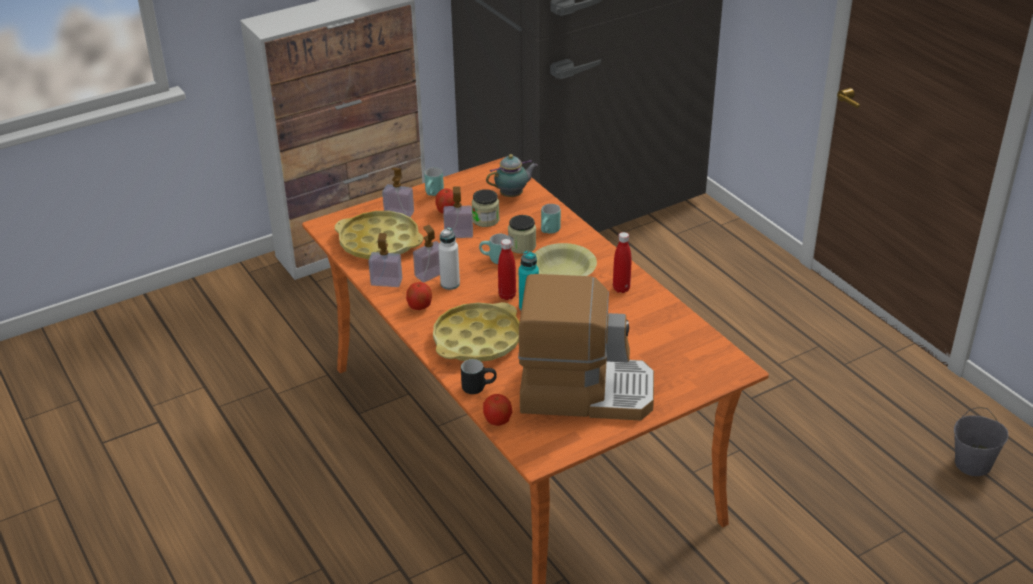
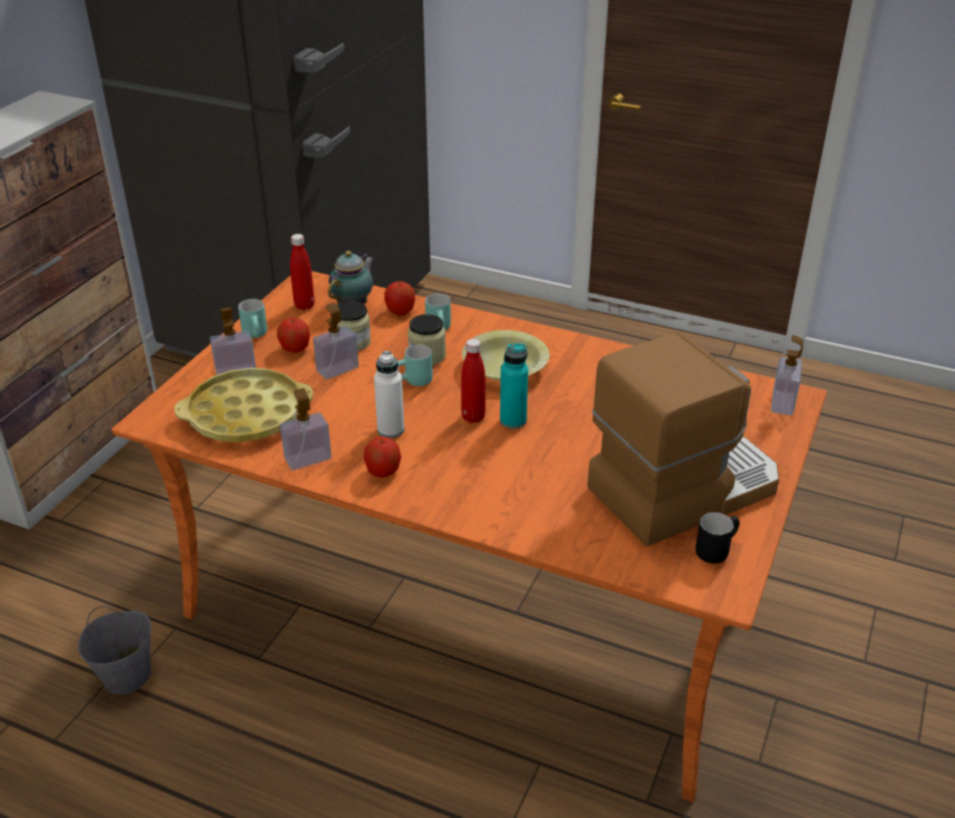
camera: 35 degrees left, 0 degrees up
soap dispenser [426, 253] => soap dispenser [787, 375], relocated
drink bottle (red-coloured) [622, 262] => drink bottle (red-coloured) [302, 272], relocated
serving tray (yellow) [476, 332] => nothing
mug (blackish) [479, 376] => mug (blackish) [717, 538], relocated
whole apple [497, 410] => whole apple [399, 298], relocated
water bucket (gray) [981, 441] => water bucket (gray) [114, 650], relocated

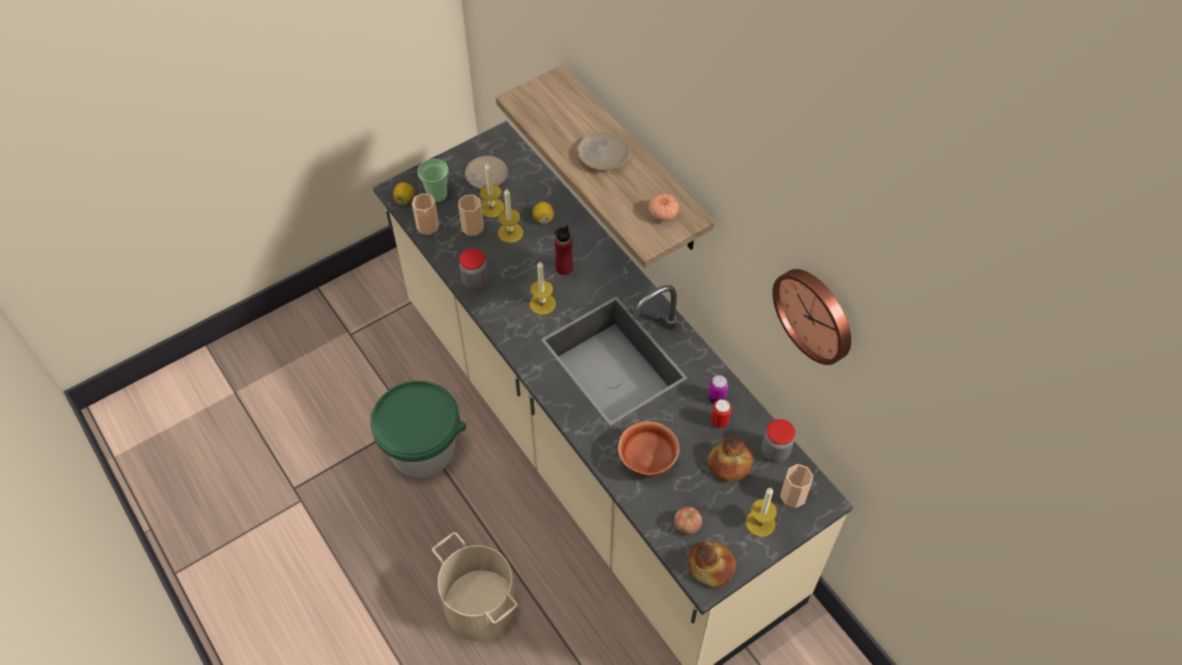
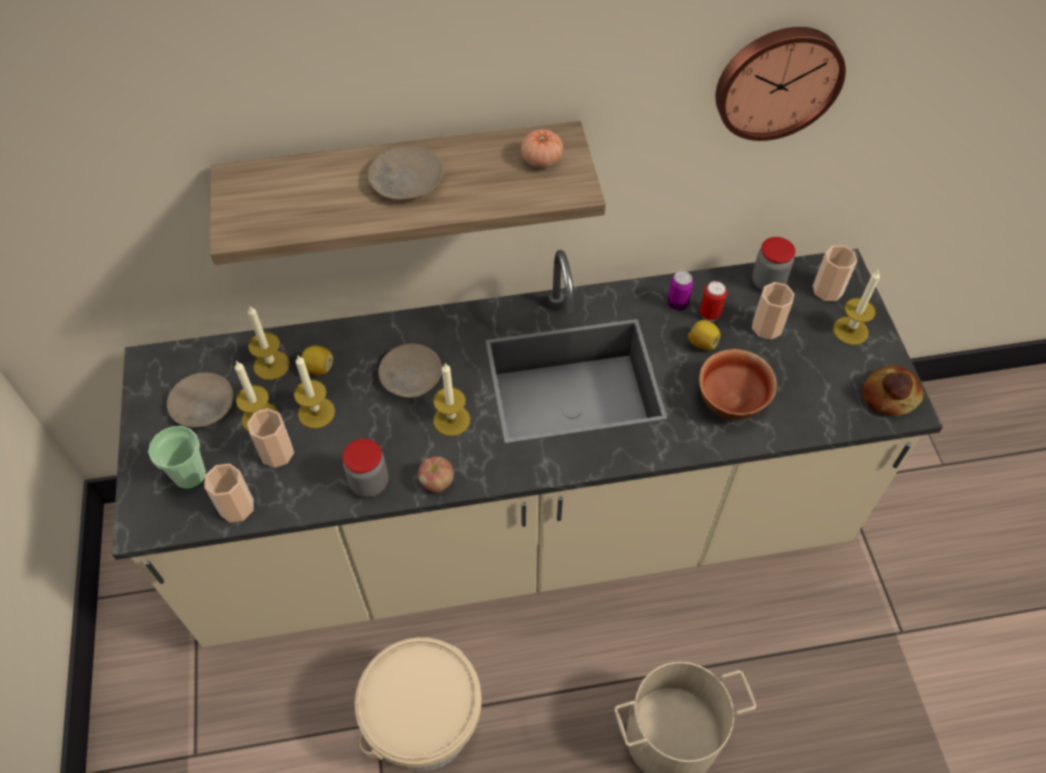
camera: 65 degrees left, 0 degrees up
citrus fruit [403, 193] => citrus fruit [704, 335], relocated
drink bottle (red-coloured) [563, 250] => plate (beige-coloured) [410, 371]
water bucket (green-coloured) [418, 429] => water bucket (beige-coloured) [418, 704]
bakery bread [730, 459] => cup [773, 311]
whole apple [688, 521] => whole apple [436, 474], relocated
nothing => candle [269, 342]

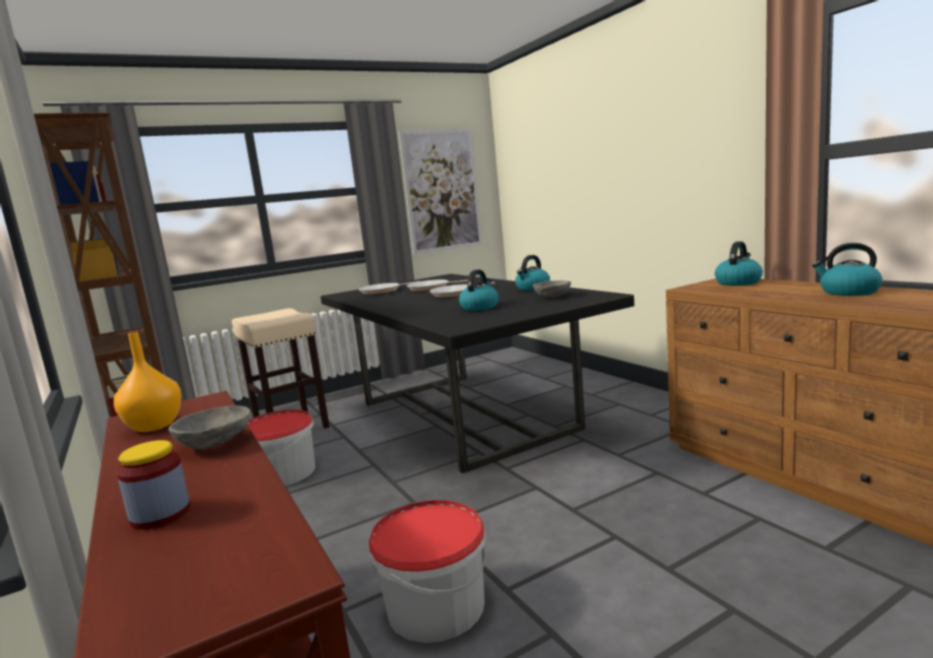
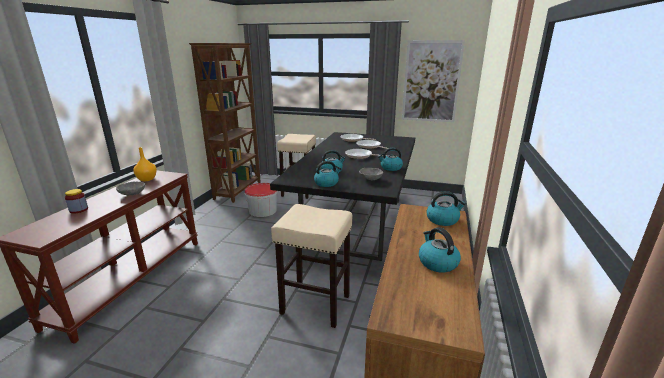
camera: 45 degrees right, 10 degrees up
water bucket [427, 571] => nothing
nothing => kettle [327, 174]
nothing => sitting stool (beige-coloured) [311, 266]

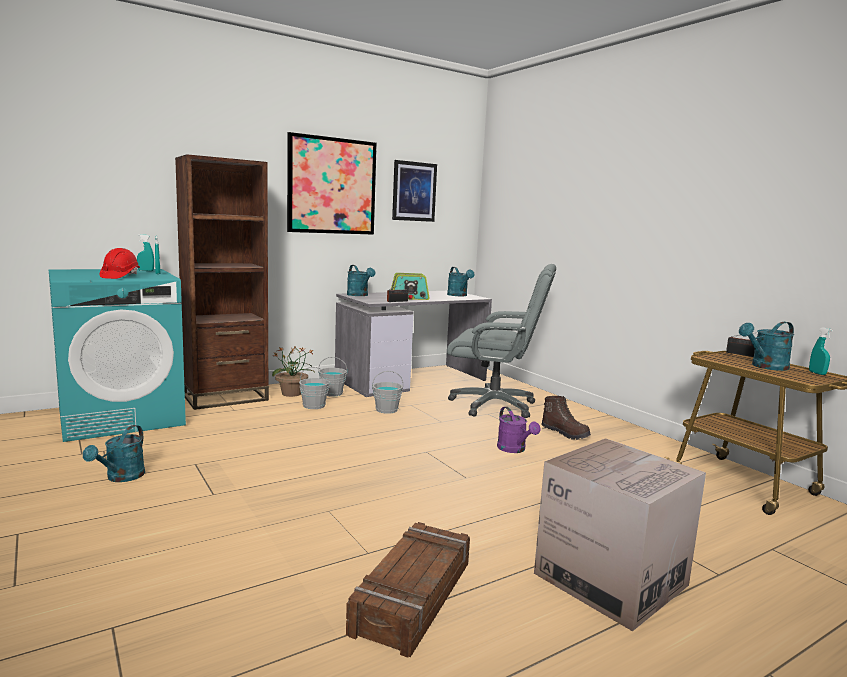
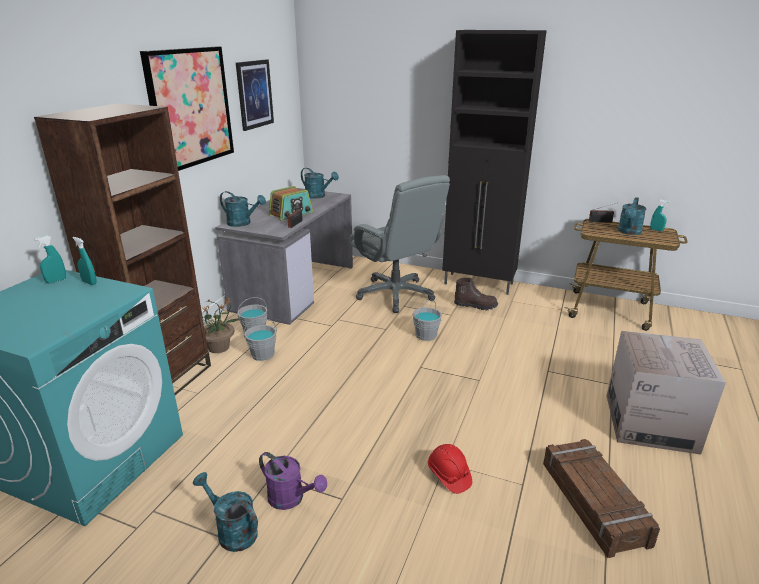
camera: 35 degrees left, 15 degrees up
hard hat (red-coloured) [120, 263] => hard hat (red-coloured) [450, 469], relocated
office chair (gray) [501, 341] => office chair (gray) [399, 244], 75 degrees clockwise
water bucket (gray) [387, 392] => water bucket (gray) [427, 320], relocated
watering pot (purplish) [518, 430] => watering pot (purplish) [293, 481], relocated
watering pot (turquoise-coloured) [114, 453] => watering pot (turquoise-coloured) [225, 512], 150 degrees clockwise
nothing => cupboard (blackish) [494, 162]

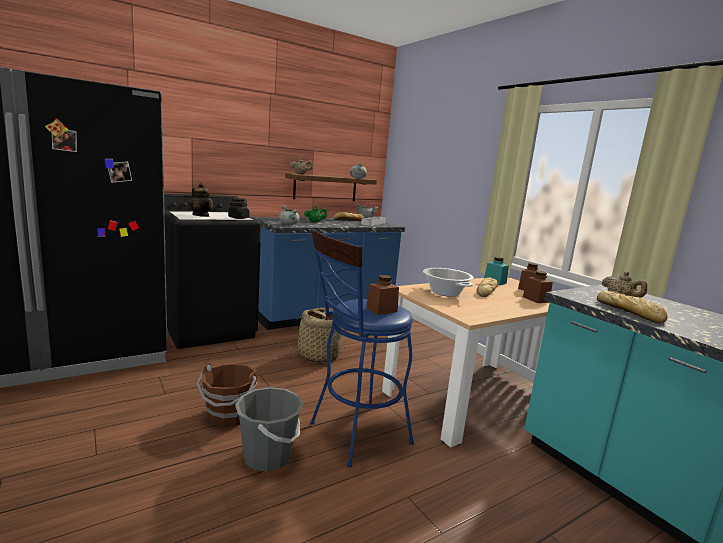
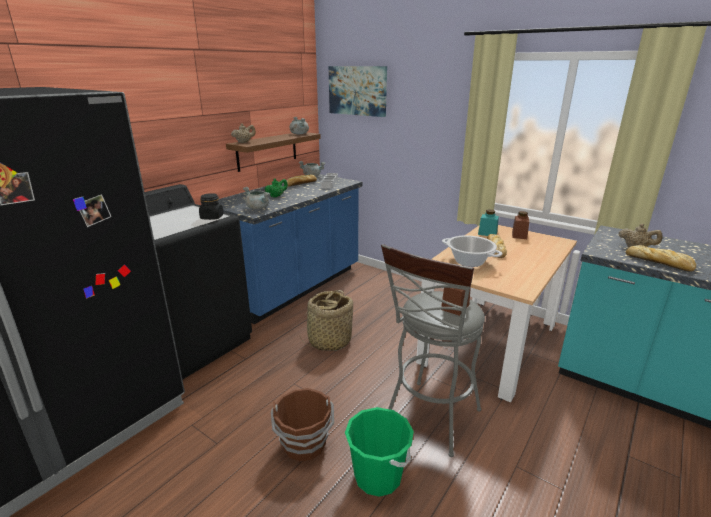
camera: 20 degrees left, 10 degrees up
teapot [201, 200] => nothing
sitting stool (blue) [362, 348] => sitting stool (gray) [433, 350]
storage jar (brown-coloured) [538, 287] => nothing
water bucket (gray) [269, 429] => water bucket (green-coloured) [379, 452]
nothing => wall picture [358, 91]

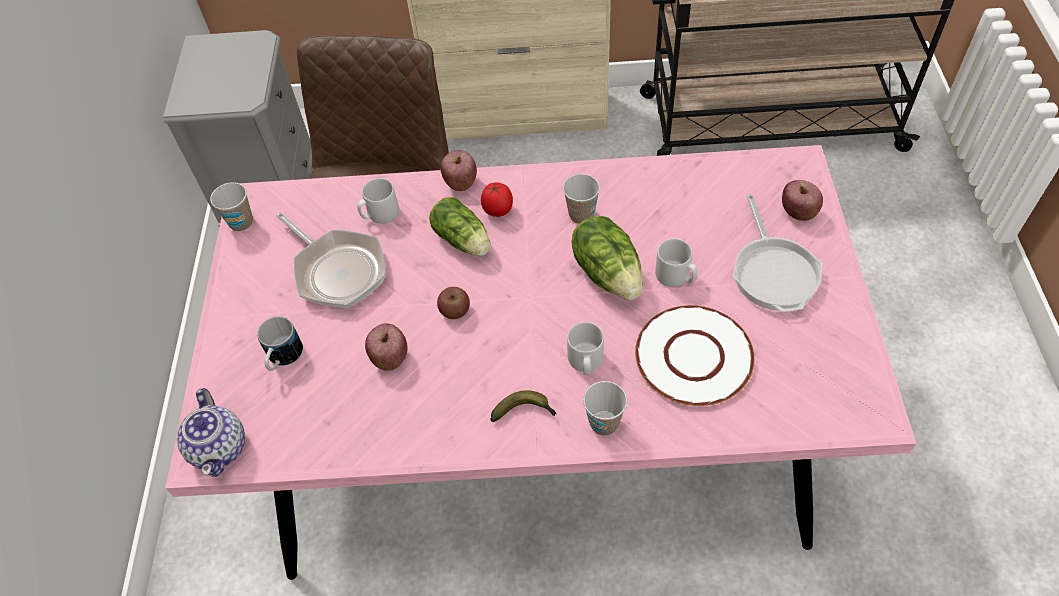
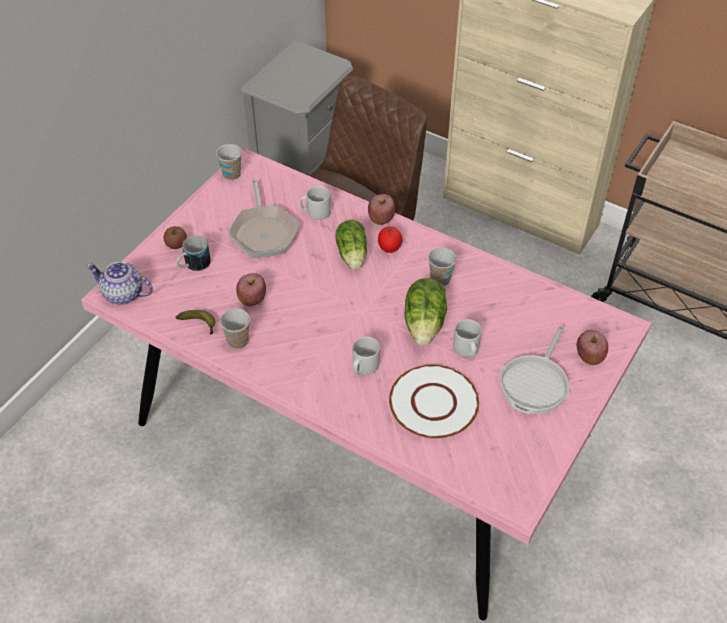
camera: 30 degrees right, 5 degrees down
whole apple [453, 303] => whole apple [175, 237], relocated
cup [605, 408] => cup [235, 329], relocated
teapot [211, 432] => teapot [119, 283], 90 degrees clockwise
banana fruit [523, 406] => banana fruit [195, 322], relocated

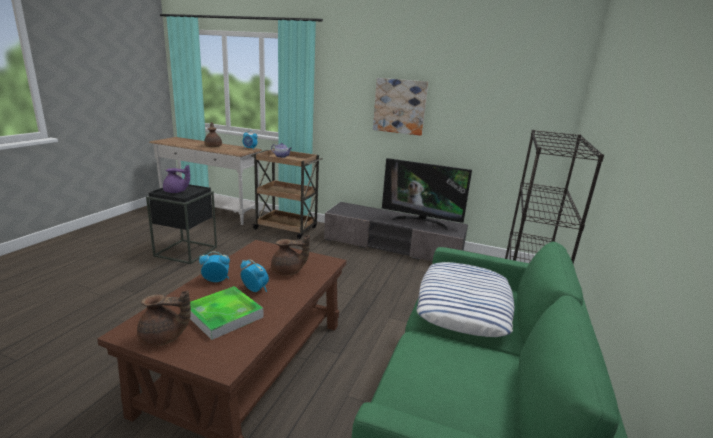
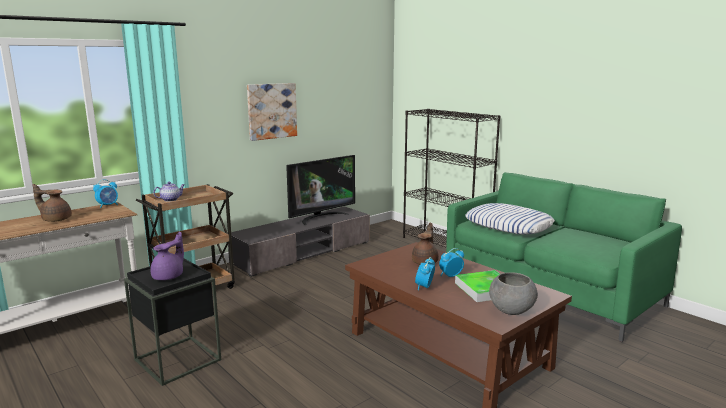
camera: 60 degrees left, 5 degrees down
teapot (brown-coloured) [164, 318] => serving bowl (gray) [513, 293]

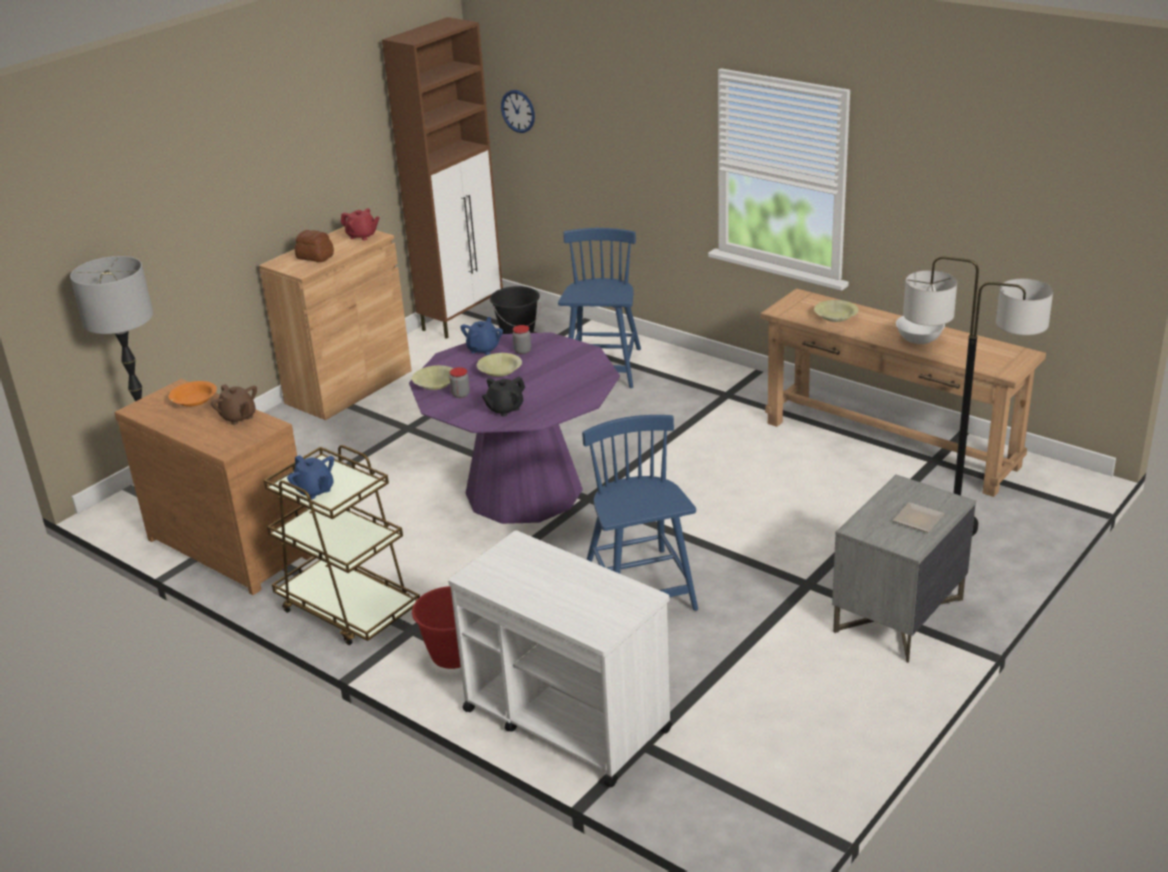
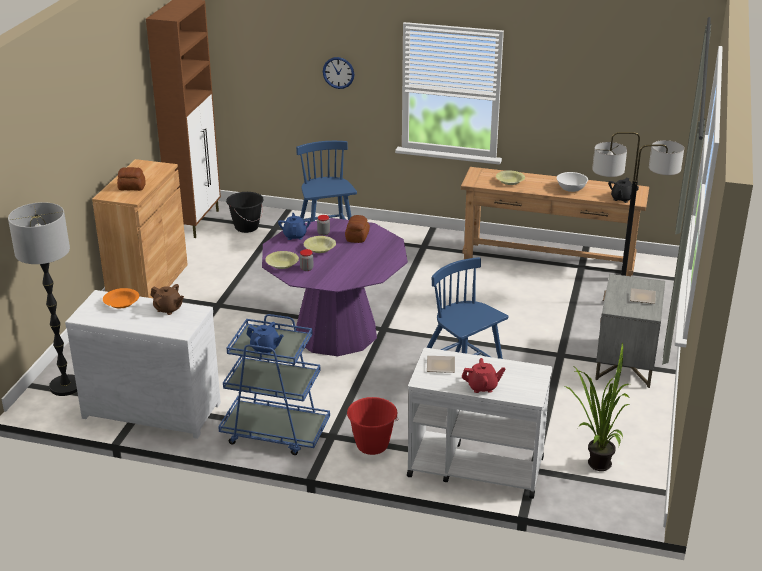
camera: 25 degrees left, 0 degrees up
clock on the wall [518, 111] => clock on the wall [339, 73], relocated
teapot (red-coloured) [360, 224] => teapot (red-coloured) [483, 375], relocated
teapot (blackish) [503, 397] => teapot (blackish) [623, 190], relocated
dresser (brown-coloured) [213, 487] => dresser (whitish) [143, 364]
wheeled cart (brown-coloured) [342, 545] => wheeled cart (blue) [274, 384]
nothing => bakery bread [357, 229]
nothing => houseplant [597, 407]
nothing => plate [441, 364]

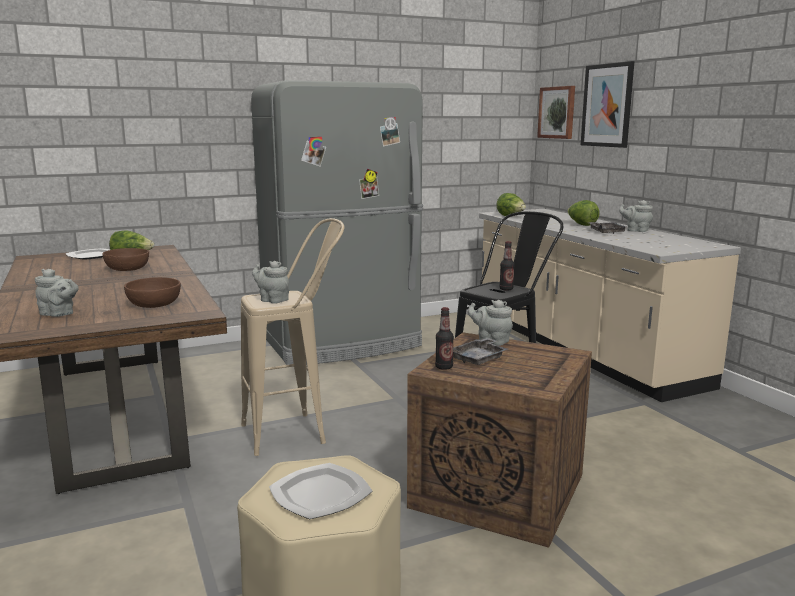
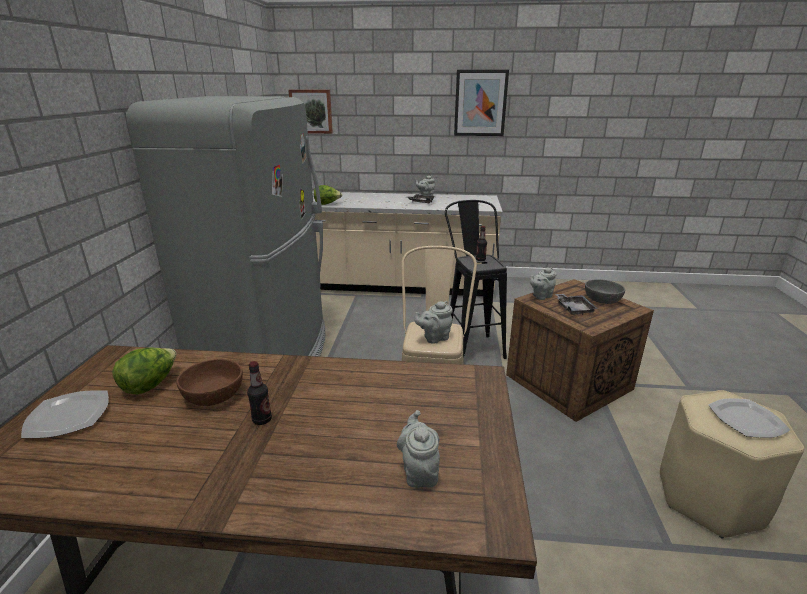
camera: 60 degrees left, 10 degrees up
wall picture [607, 104] => wall picture [481, 102], relocated
head of lettuce [583, 213] => nothing
teapot (gray) [57, 293] => teapot (gray) [418, 449], 60 degrees counterclockwise
serving bowl (brown-coloured) [152, 292] => nothing
drink bottle [444, 338] => drink bottle [259, 393], relocated
nothing => serving bowl (gray) [605, 291]

